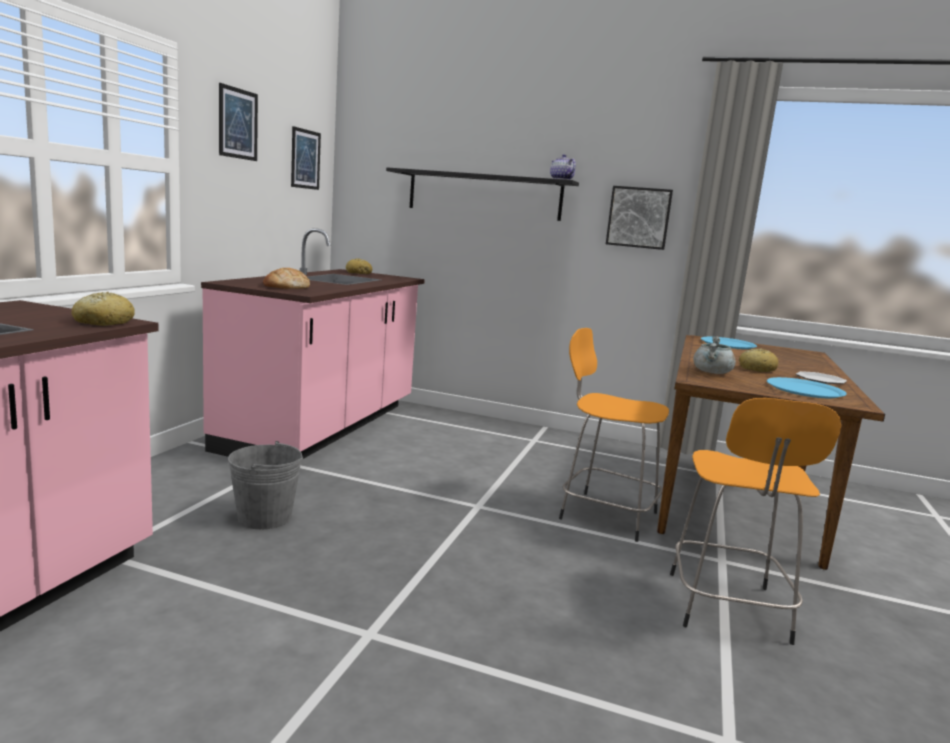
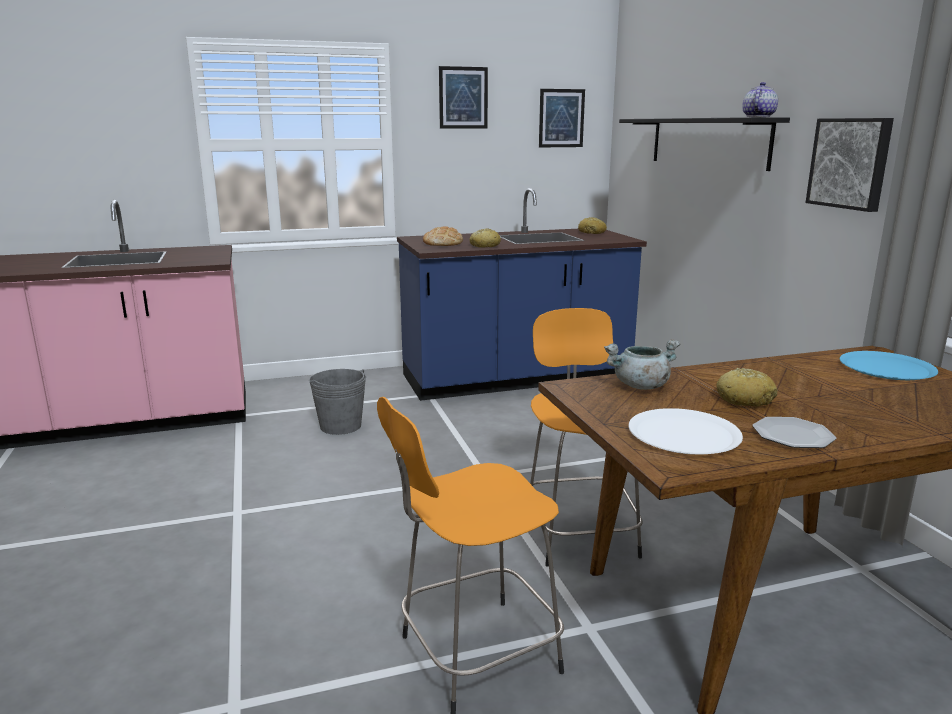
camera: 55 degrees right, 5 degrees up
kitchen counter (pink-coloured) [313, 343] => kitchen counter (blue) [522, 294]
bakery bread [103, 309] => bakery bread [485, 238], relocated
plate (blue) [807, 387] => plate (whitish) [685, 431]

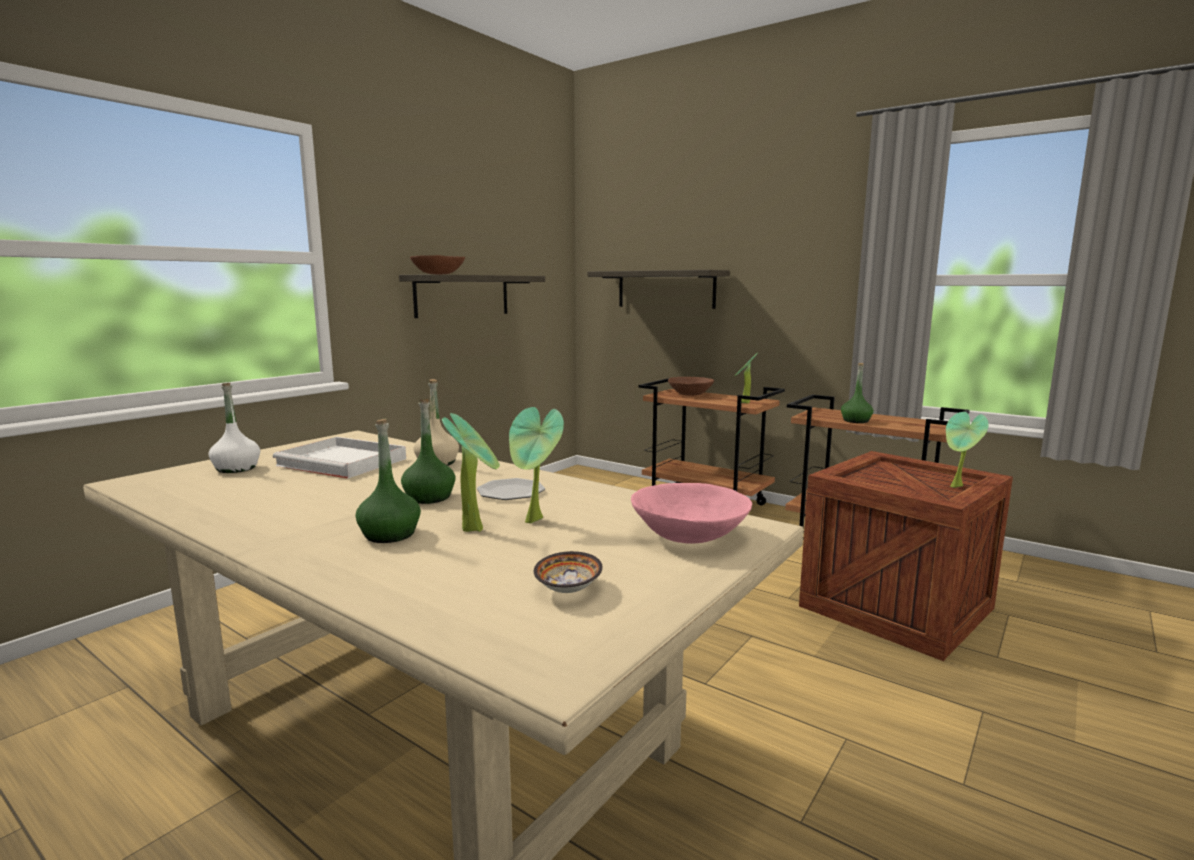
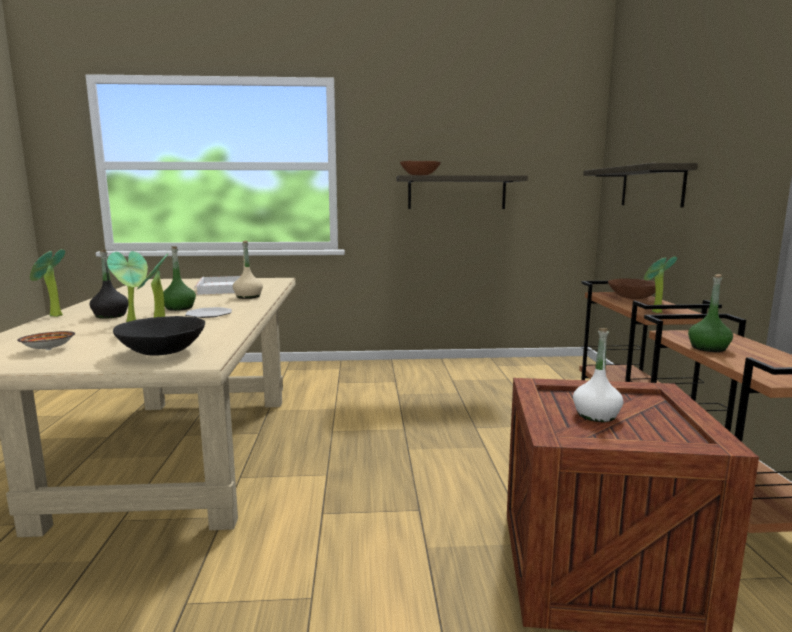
camera: 50 degrees right, 0 degrees up
drink bottle (whitish) [234, 428] => drink bottle (whitish) [598, 375], relocated
houseplant [967, 450] => houseplant [47, 283], relocated
drink bottle (green-coloured) [388, 481] => drink bottle (blackish) [108, 284]
serving bowl (pink-coloured) [691, 513] => serving bowl (blackish) [159, 336]

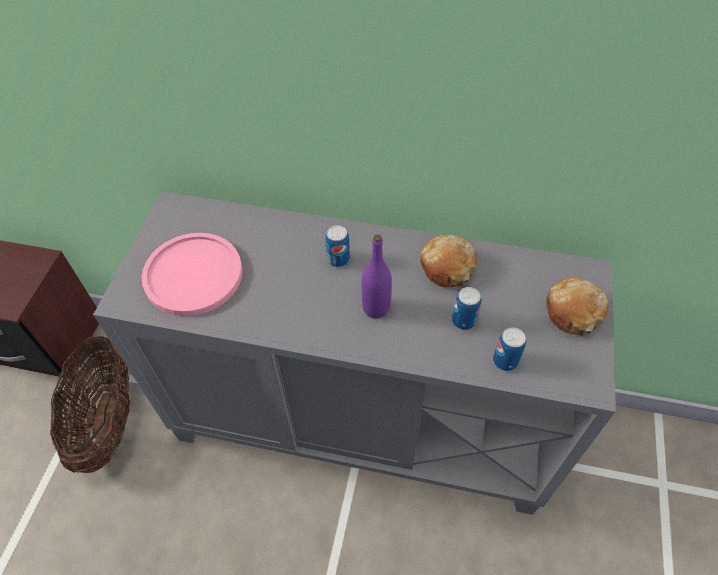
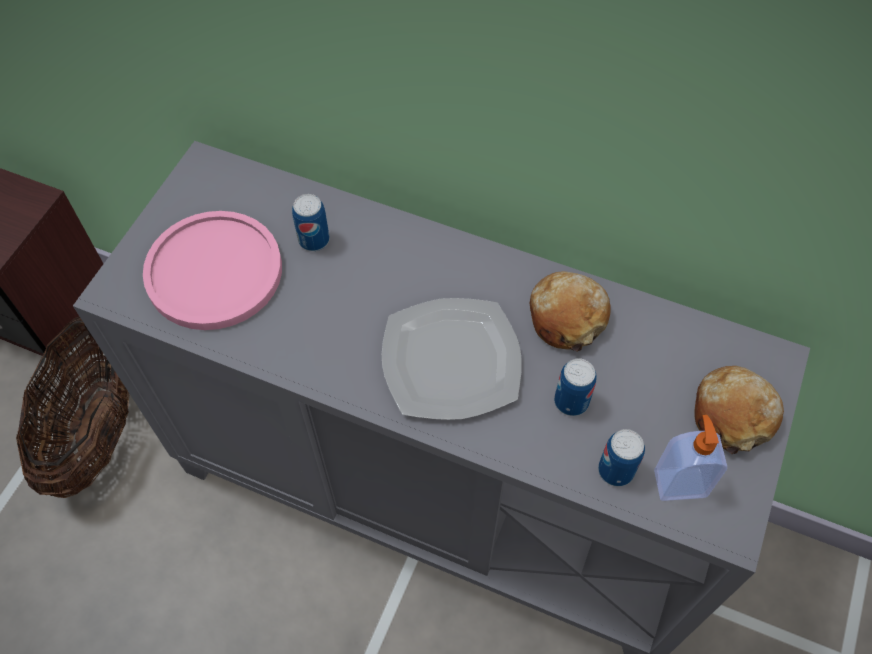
camera: 10 degrees right, 5 degrees up
can [337, 246] => can [311, 222], relocated
drink bottle (purplish) [377, 276] => plate [452, 359]
nothing => soap dispenser [690, 458]

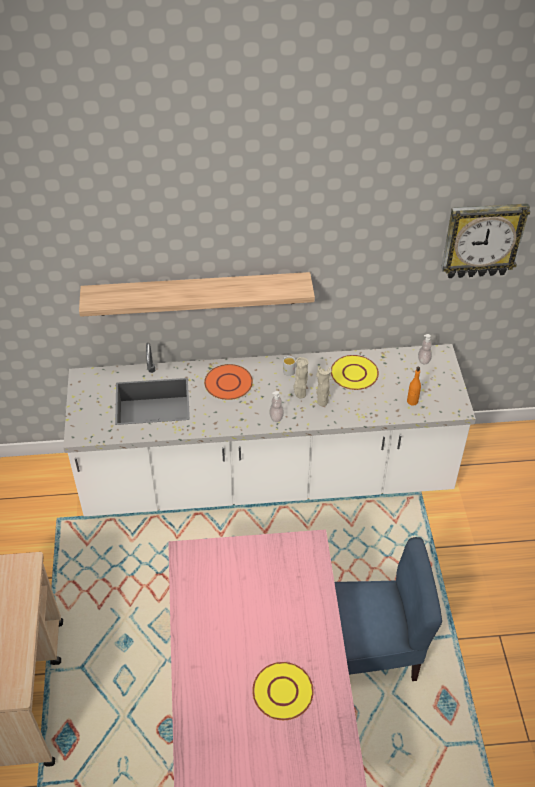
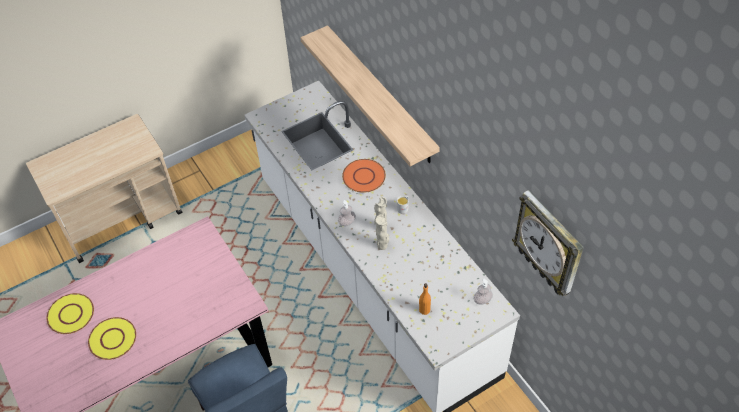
camera: 65 degrees right, 5 degrees up
plate (yellow) [355, 372] => plate (yellow) [70, 313], relocated

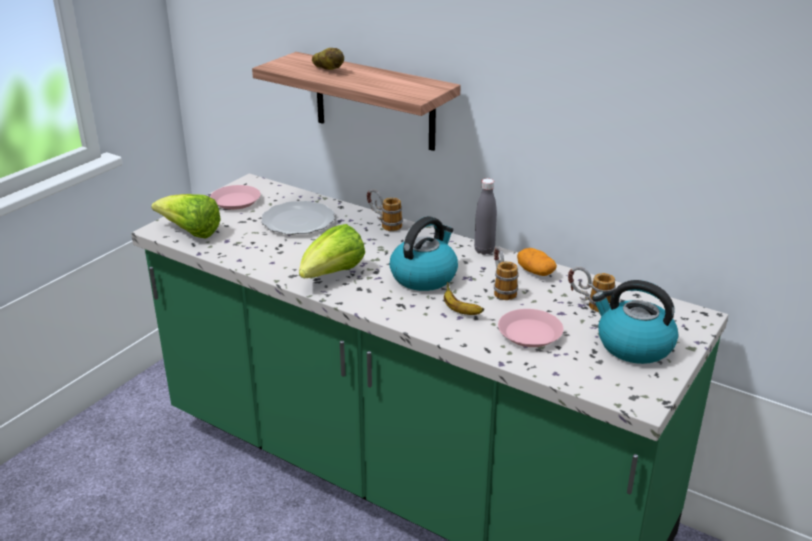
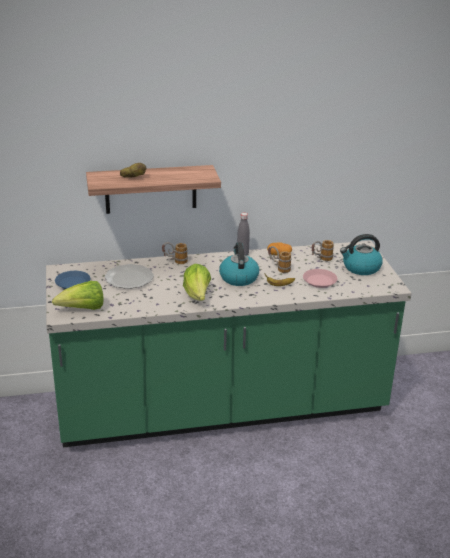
camera: 45 degrees left, 0 degrees up
plate (pink-coloured) [235, 197] => plate (blue) [72, 280]

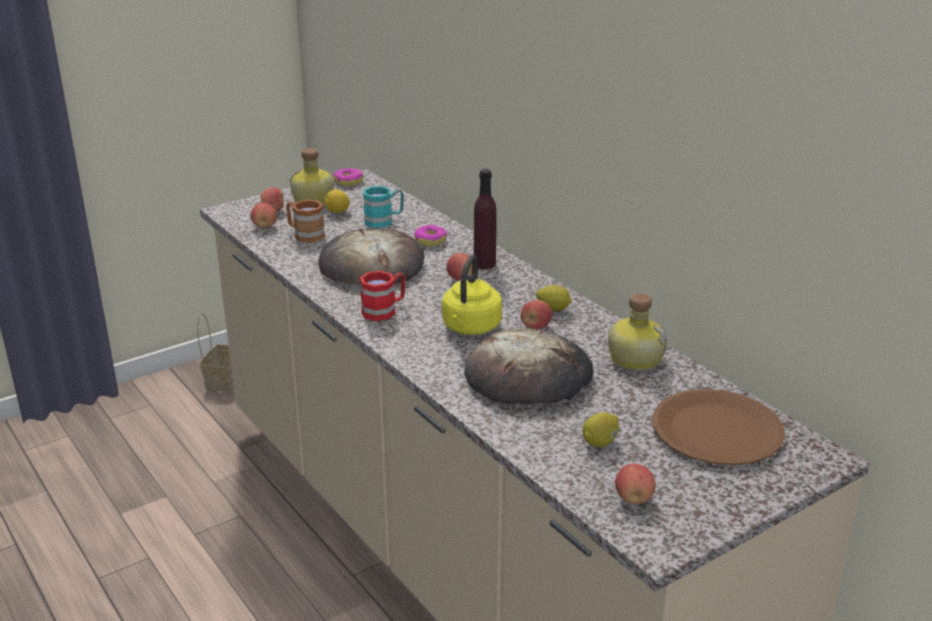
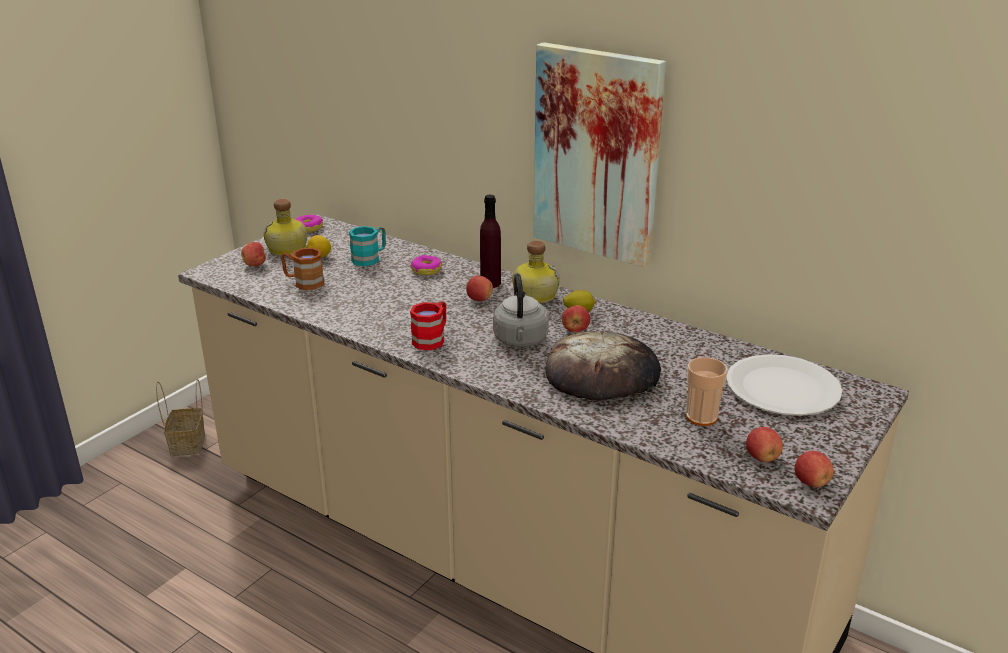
camera: 20 degrees left, 0 degrees up
whole apple [263, 215] => whole apple [814, 469], relocated
bakery bread [371, 256] => nothing
kettle (yellow) [472, 295] => kettle (gray) [521, 310]
drink bottle [637, 332] => drink bottle [536, 272], relocated
plate (brown-coloured) [718, 427] => plate (whitish) [784, 385]
citrus fruit [601, 430] => cup [707, 391]
nothing => wall picture [599, 154]

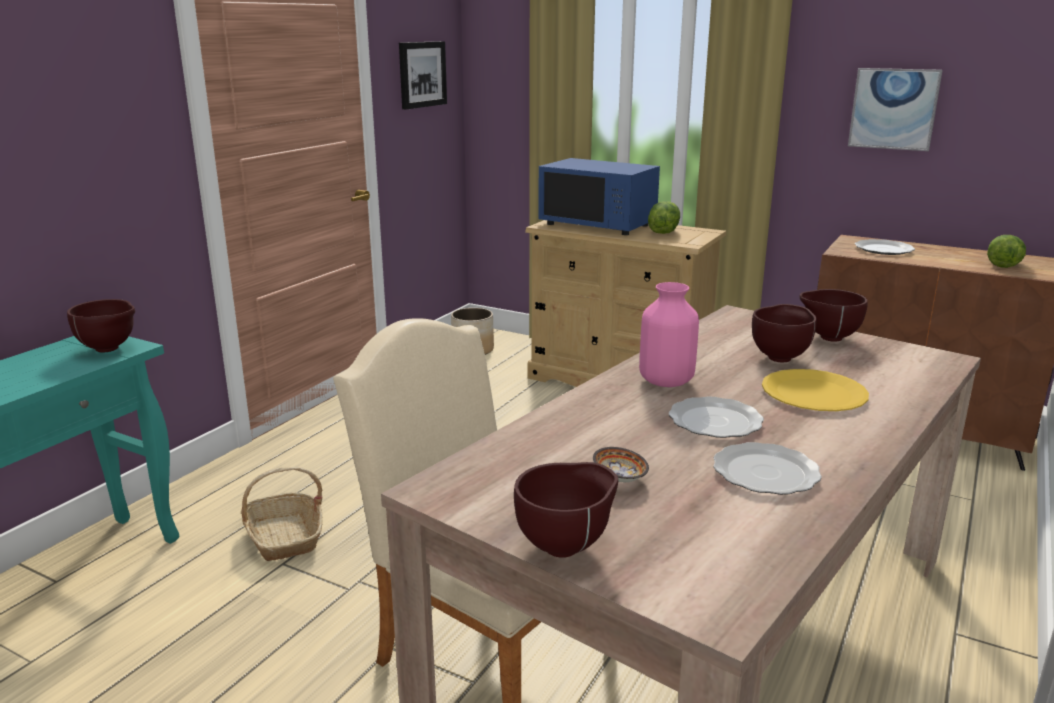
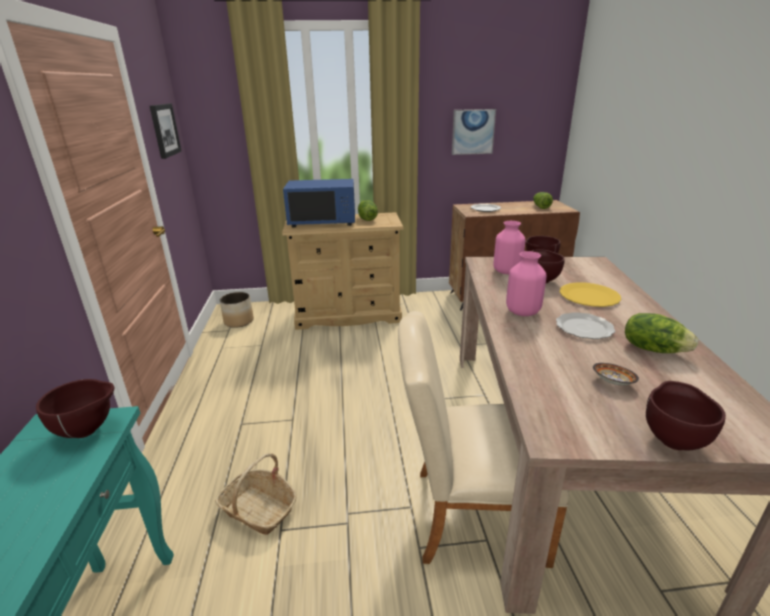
camera: 35 degrees left, 5 degrees up
plate [768, 468] => head of lettuce [661, 333]
nothing => vase (pink-coloured) [509, 247]

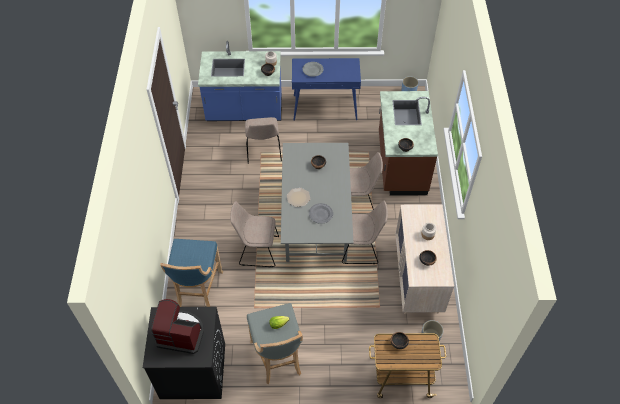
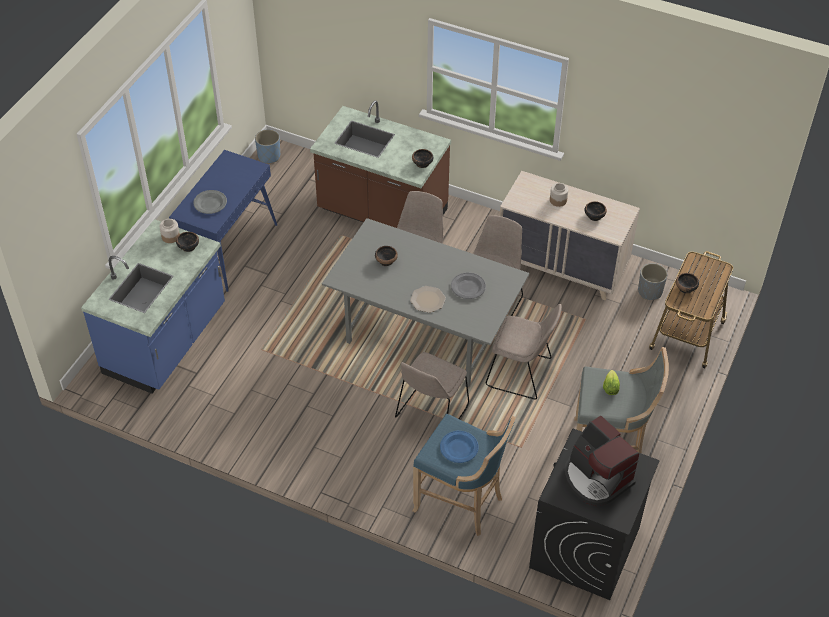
camera: 65 degrees left, 5 degrees down
chair (beige-coloured) [263, 140] => chair (beige-coloured) [523, 352], relocated
coffee maker [177, 326] => coffee maker [601, 460], 75 degrees counterclockwise
nothing => plate (blue) [459, 447]

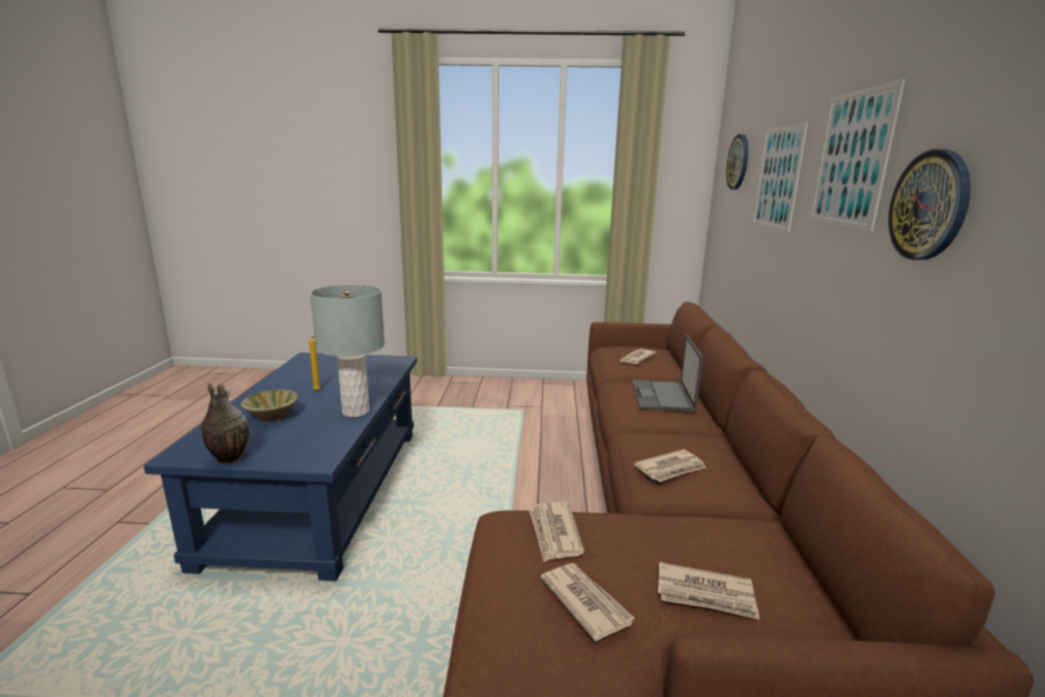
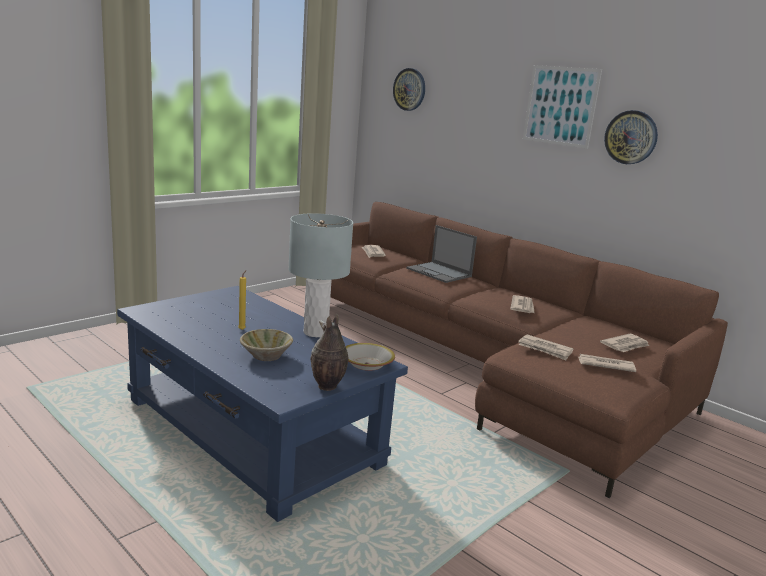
camera: 50 degrees left, 0 degrees up
wall picture [780, 178] => nothing
nothing => serving bowl [370, 357]

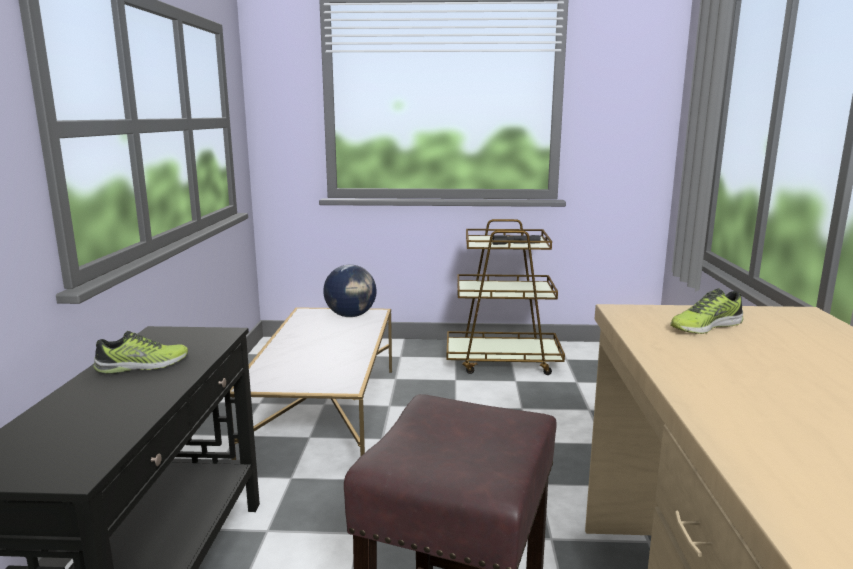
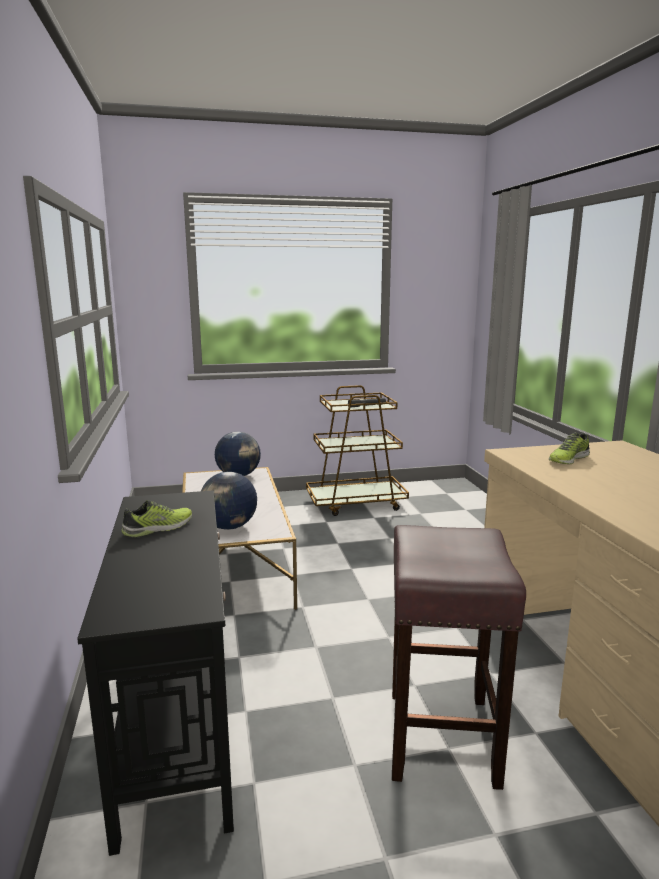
camera: 15 degrees left, 0 degrees up
nothing => world globe [229, 501]

